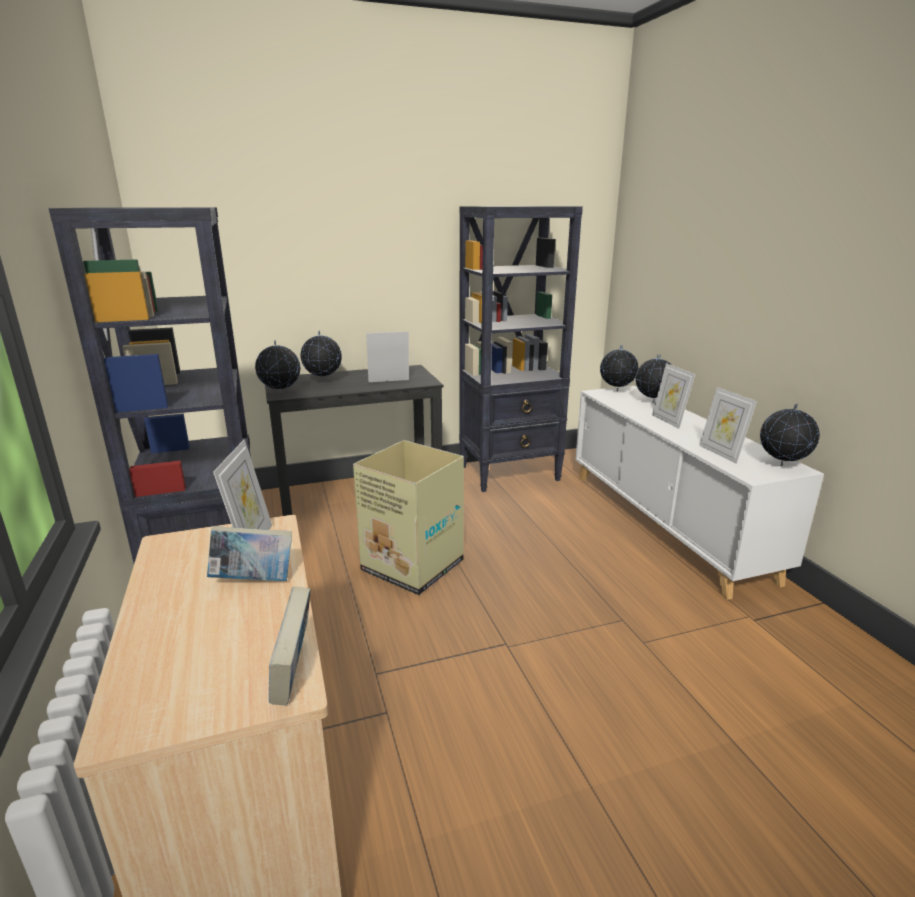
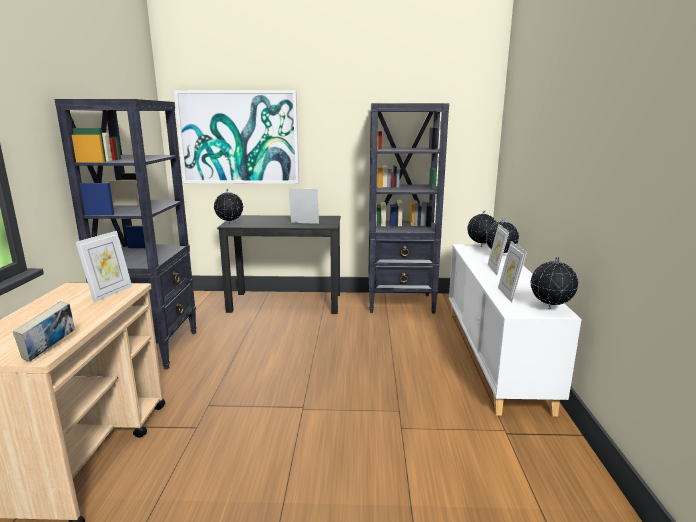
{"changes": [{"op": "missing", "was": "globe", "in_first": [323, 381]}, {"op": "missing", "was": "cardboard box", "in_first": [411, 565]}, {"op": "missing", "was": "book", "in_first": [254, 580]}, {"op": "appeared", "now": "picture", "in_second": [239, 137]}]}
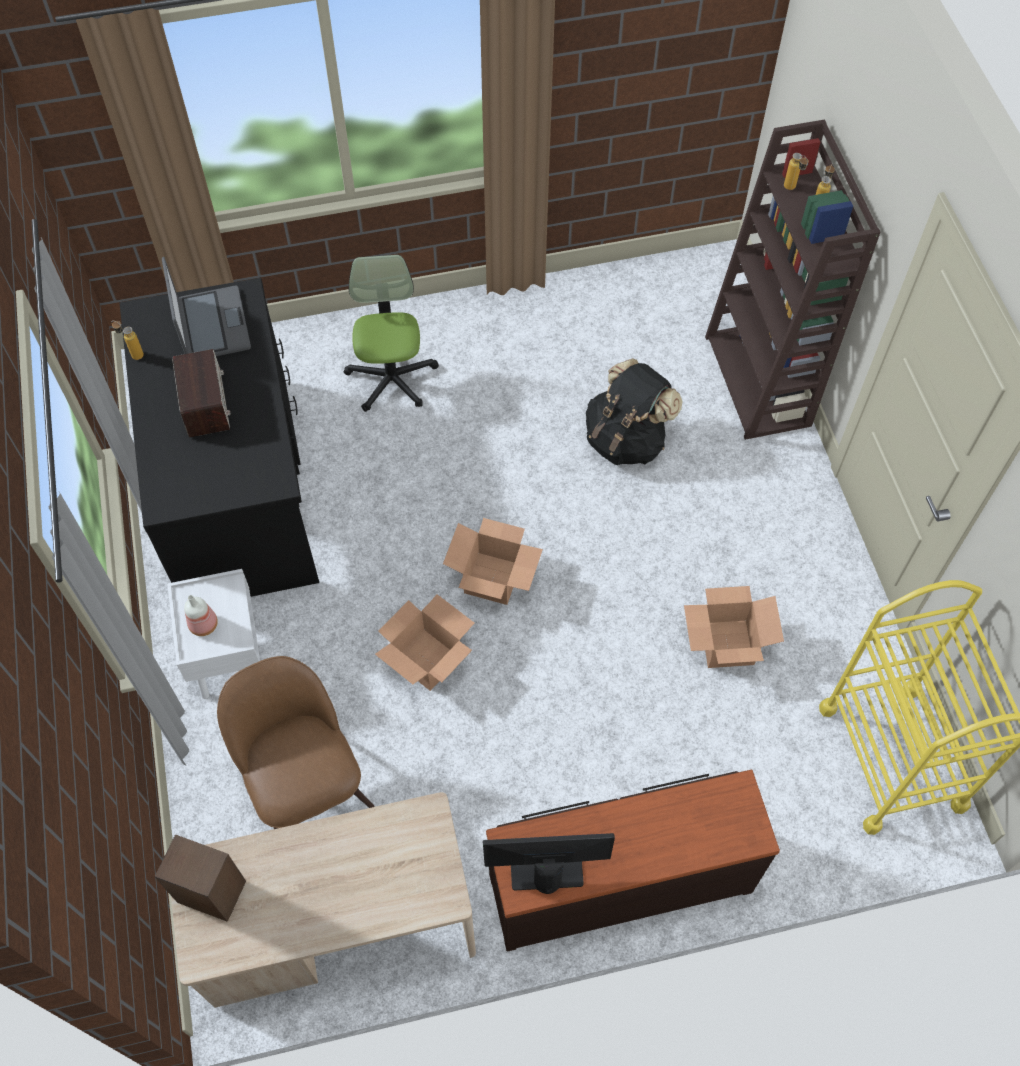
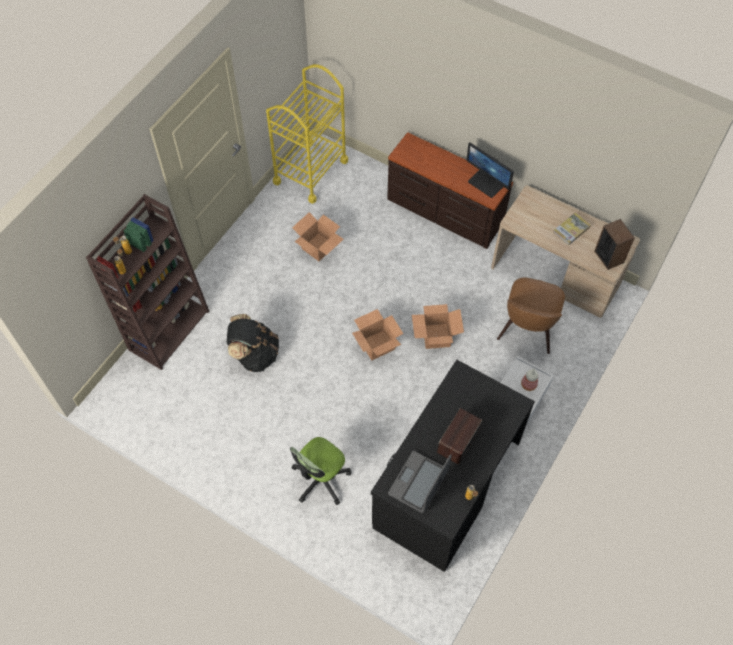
{"changes": [{"op": "appeared", "now": "book", "in_second": [571, 230]}]}
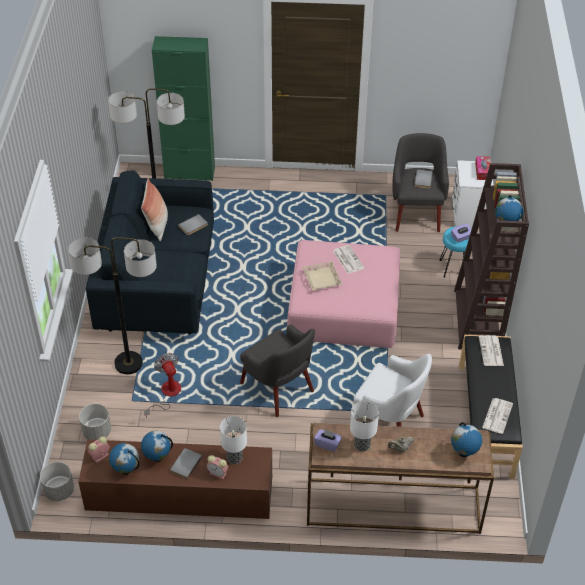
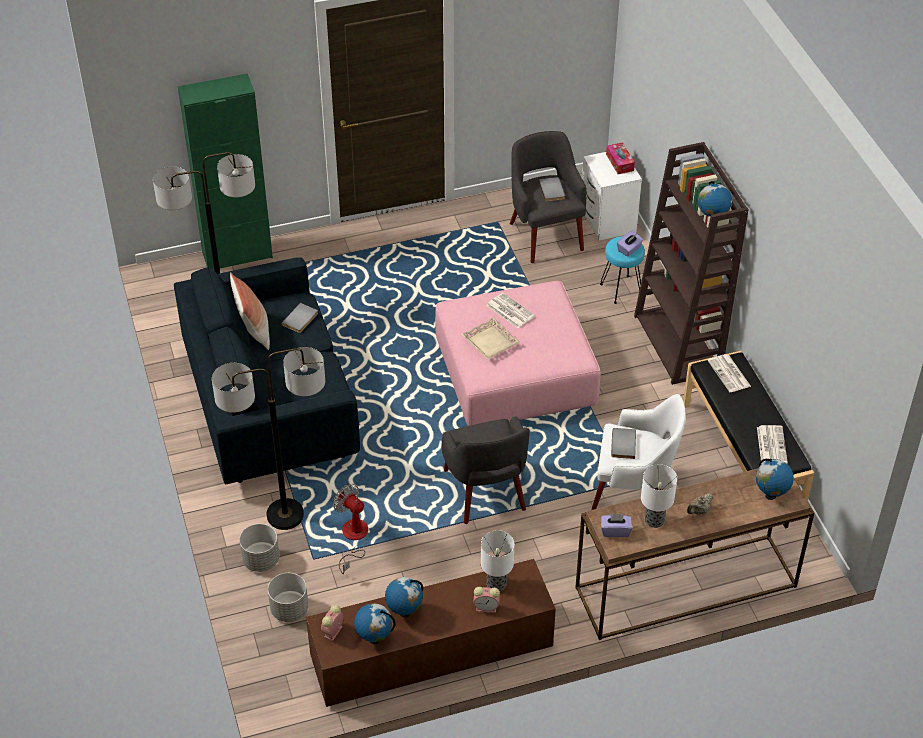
{"changes": [{"op": "spun", "was": "armchair (grey)", "in_first": [278, 388], "in_second": [485, 491], "clockwise": 45}, {"op": "relocated", "was": "book (grey)", "in_first": [185, 464], "in_second": [622, 444]}, {"op": "relocated", "was": "planter (grey)", "in_first": [59, 491], "in_second": [261, 560]}]}
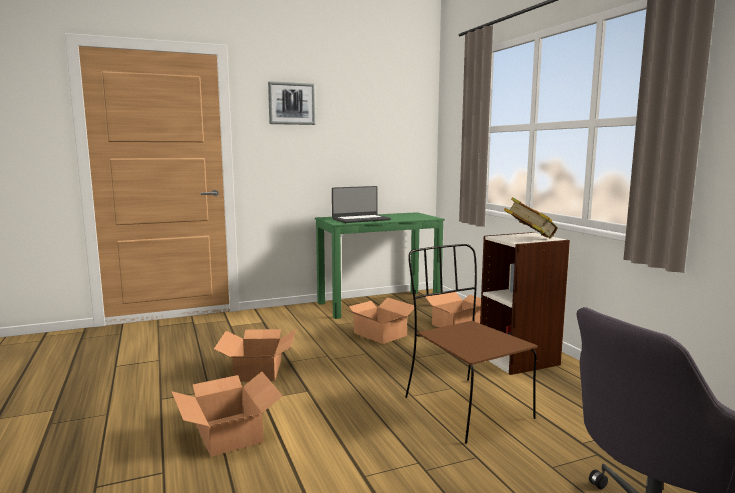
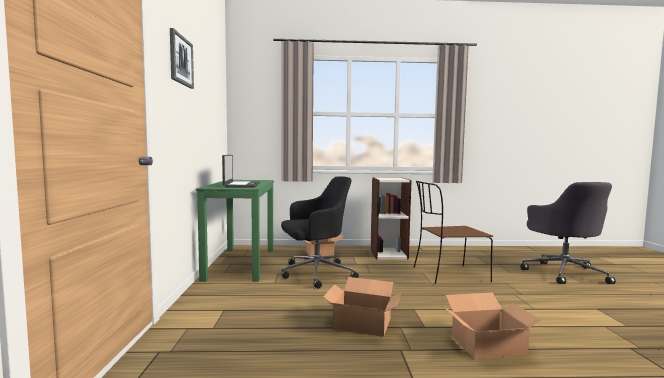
{"changes": [{"op": "missing", "was": "book", "in_first": [529, 238]}, {"op": "exchanged", "was": "cardboard box", "now": "office chair (black)", "in_first": [380, 334], "in_second": [315, 274]}]}
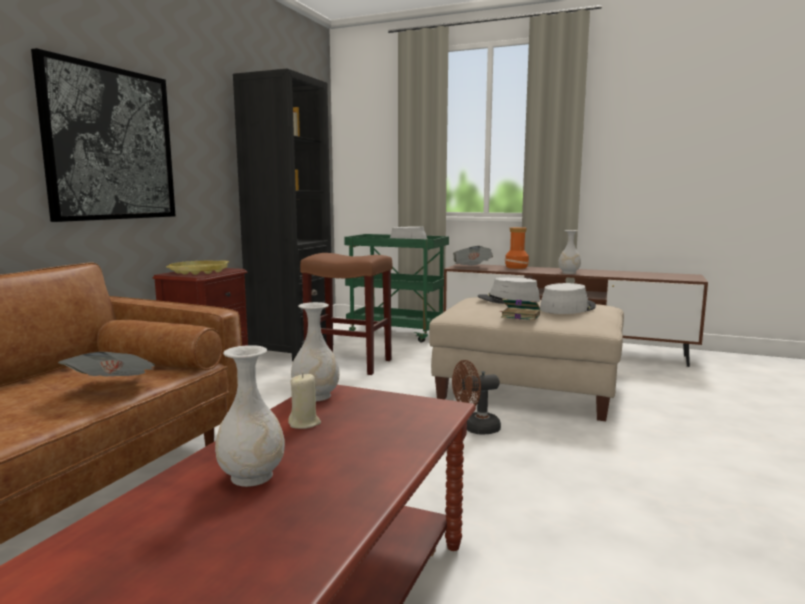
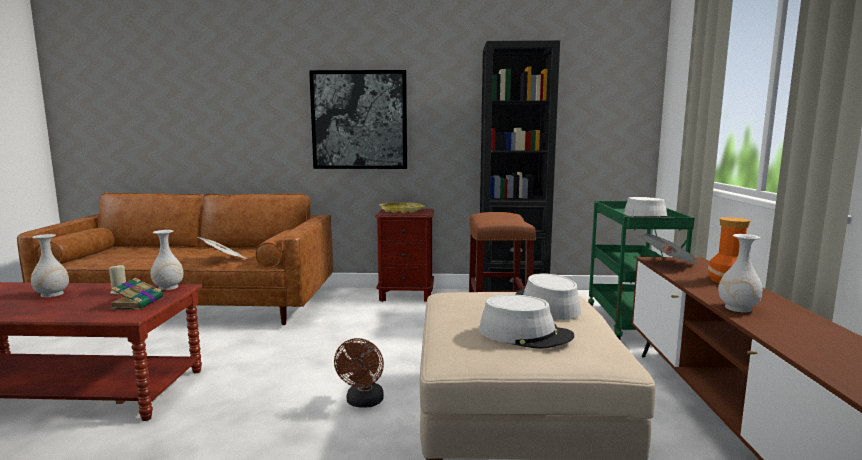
{"changes": [{"op": "relocated", "was": "book", "in_first": [519, 316], "in_second": [138, 303]}, {"op": "spun", "was": "fan (brown)", "in_first": [475, 429], "in_second": [363, 402], "clockwise": -135}]}
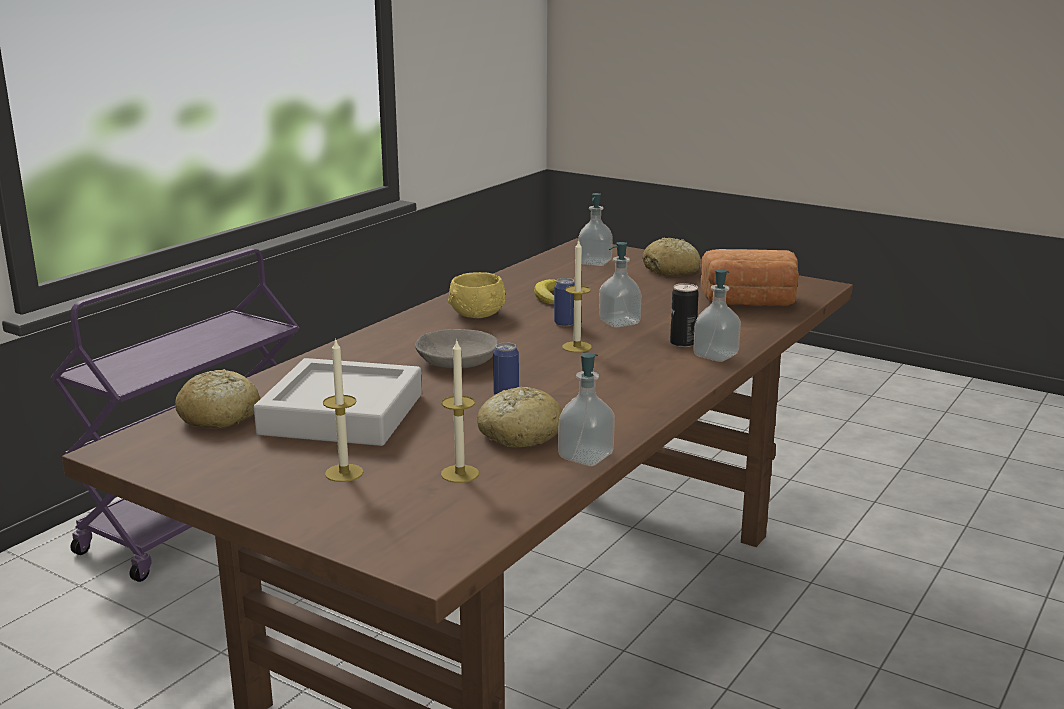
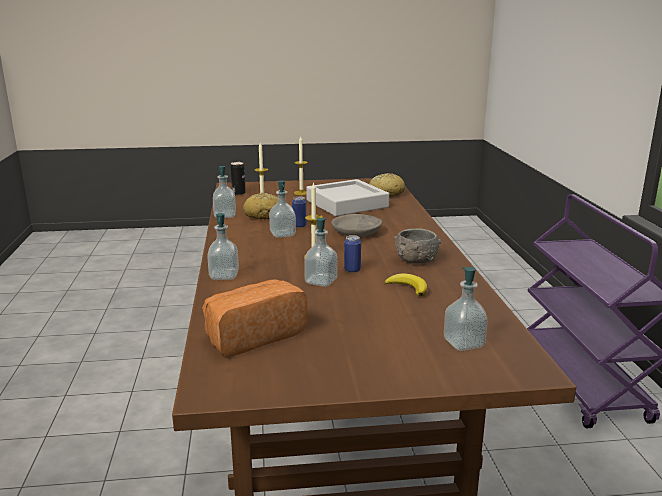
{"changes": [{"op": "missing", "was": "bread", "in_first": [671, 270]}, {"op": "colour", "was": "bowl (yellow)", "now": "bowl (grey)", "in_first": [477, 313], "in_second": [416, 260]}, {"op": "relocated", "was": "can", "in_first": [682, 343], "in_second": [238, 193]}, {"op": "appeared", "now": "soap dispenser", "in_second": [282, 234]}]}
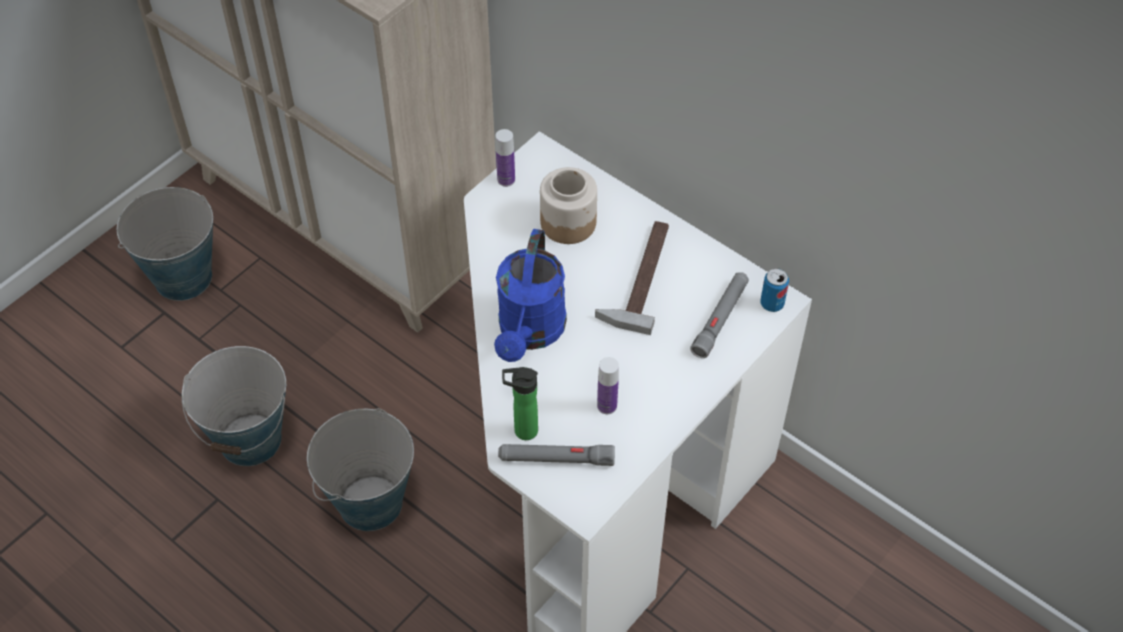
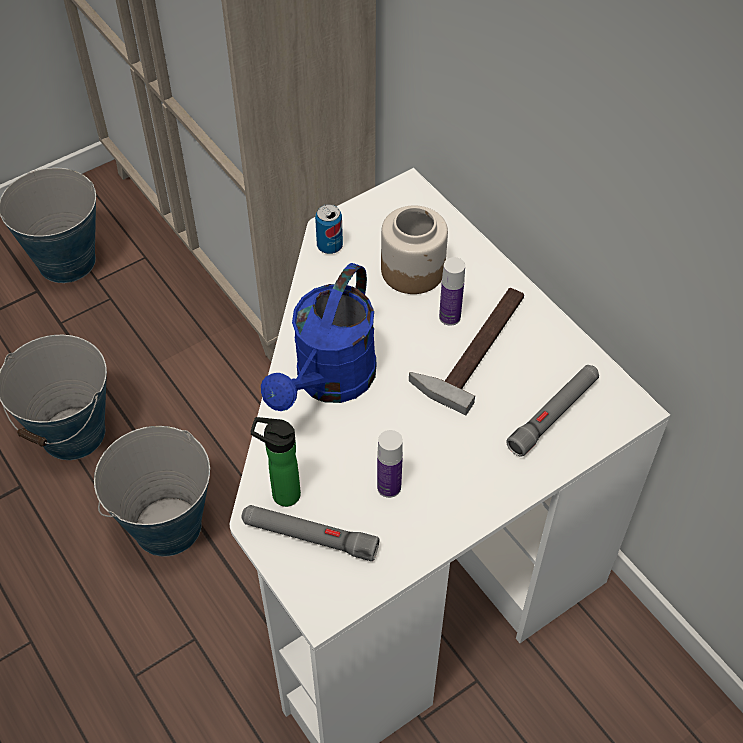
{"changes": [{"op": "relocated", "was": "bottle", "in_first": [506, 180], "in_second": [449, 317]}, {"op": "relocated", "was": "can", "in_first": [772, 304], "in_second": [329, 246]}]}
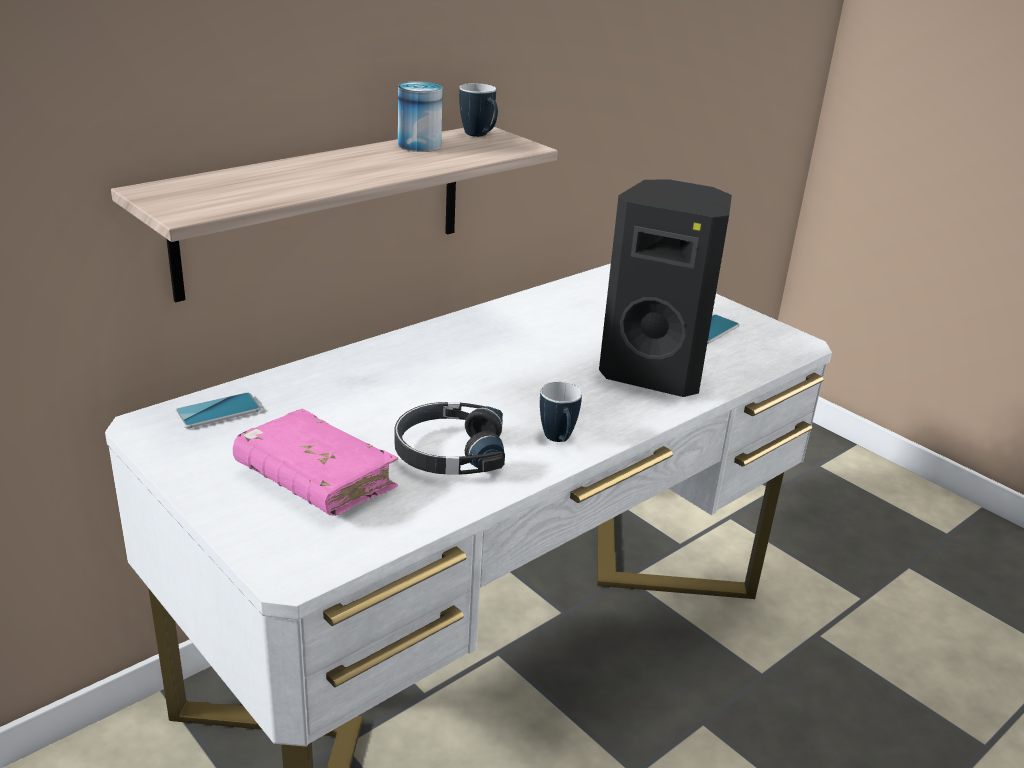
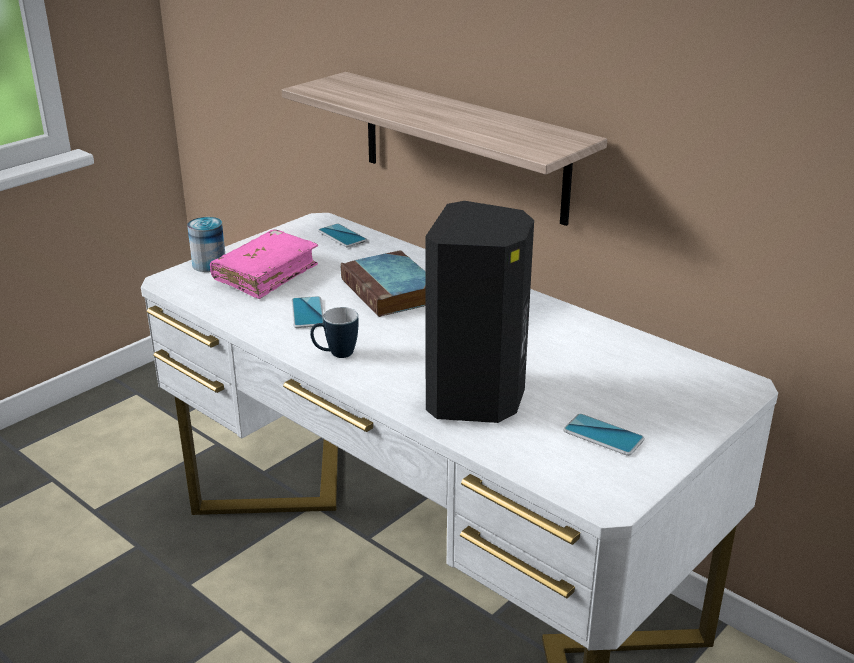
{"changes": [{"op": "relocated", "was": "can", "in_first": [419, 145], "in_second": [209, 264]}, {"op": "missing", "was": "mug", "in_first": [480, 136]}, {"op": "exchanged", "was": "headphones (black)", "now": "phone", "in_first": [448, 452], "in_second": [307, 313]}, {"op": "appeared", "now": "book", "in_second": [391, 291]}]}
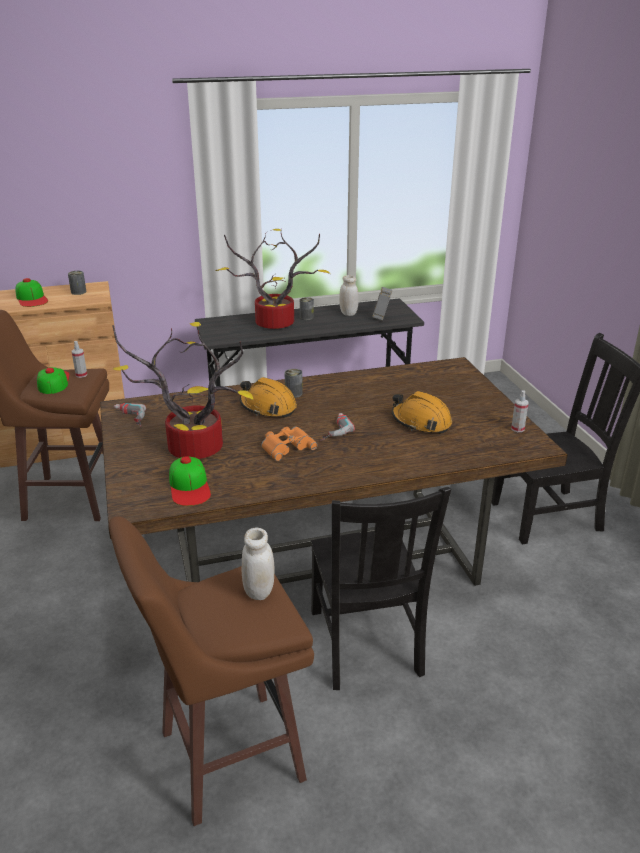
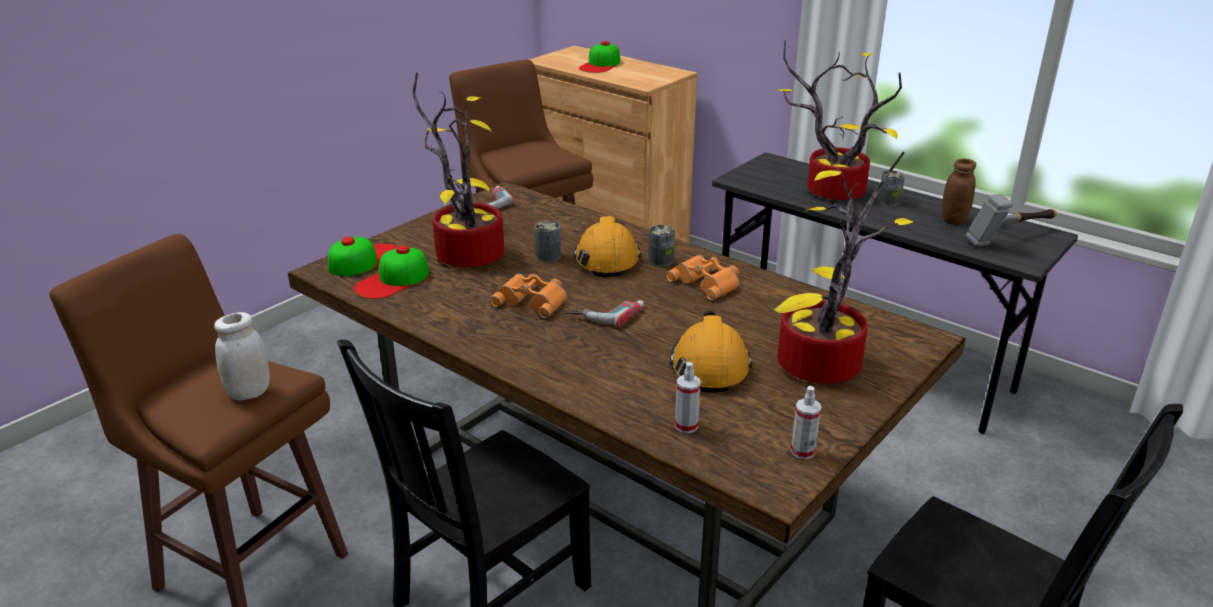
{"changes": [{"op": "relocated", "was": "can", "in_first": [78, 292], "in_second": [548, 256]}, {"op": "colour", "was": "jar (white)", "now": "jar (brown)", "in_first": [348, 313], "in_second": [953, 220]}, {"op": "relocated", "was": "spray bottle", "in_first": [81, 375], "in_second": [686, 426]}, {"op": "relocated", "was": "cap", "in_first": [53, 382], "in_second": [365, 259]}, {"op": "appeared", "now": "potted plant", "in_second": [822, 369]}, {"op": "appeared", "now": "binoculars (orange)", "in_second": [707, 282]}]}
